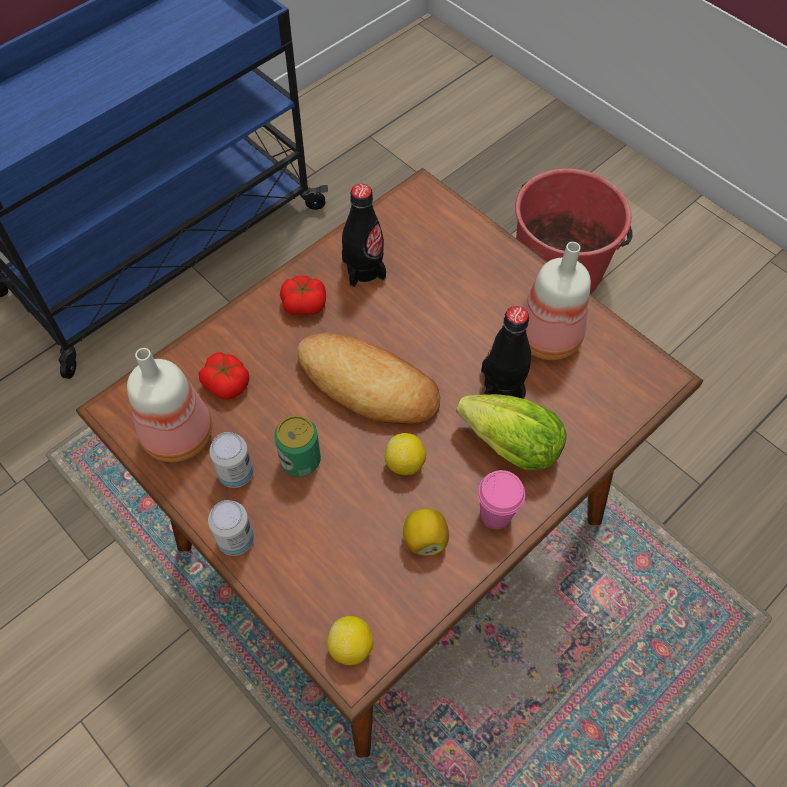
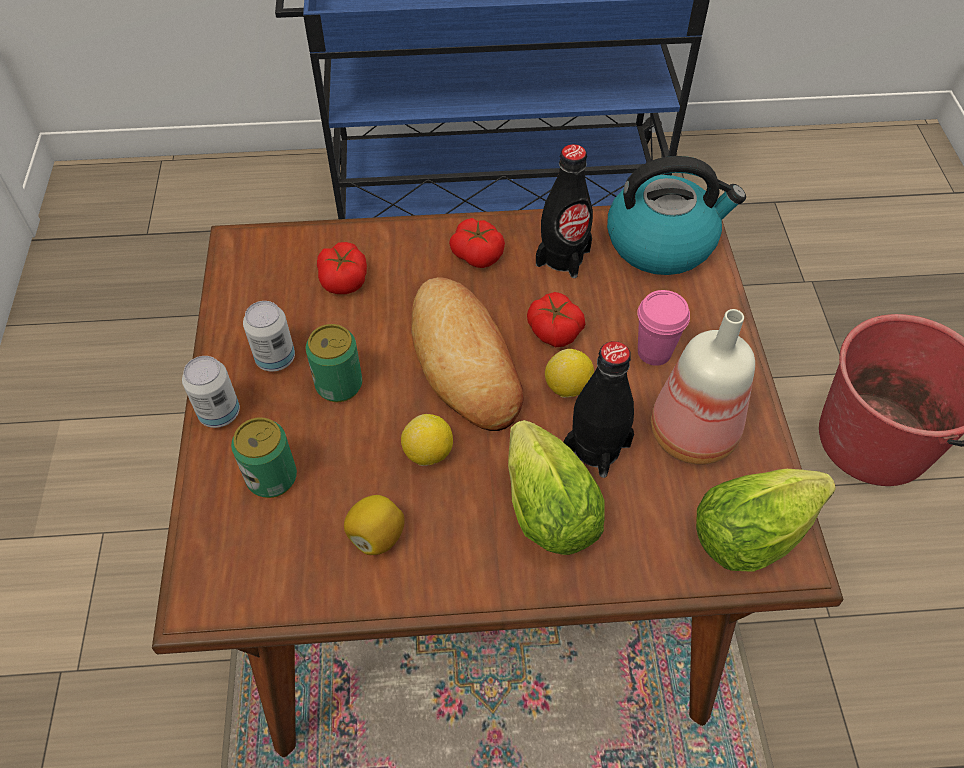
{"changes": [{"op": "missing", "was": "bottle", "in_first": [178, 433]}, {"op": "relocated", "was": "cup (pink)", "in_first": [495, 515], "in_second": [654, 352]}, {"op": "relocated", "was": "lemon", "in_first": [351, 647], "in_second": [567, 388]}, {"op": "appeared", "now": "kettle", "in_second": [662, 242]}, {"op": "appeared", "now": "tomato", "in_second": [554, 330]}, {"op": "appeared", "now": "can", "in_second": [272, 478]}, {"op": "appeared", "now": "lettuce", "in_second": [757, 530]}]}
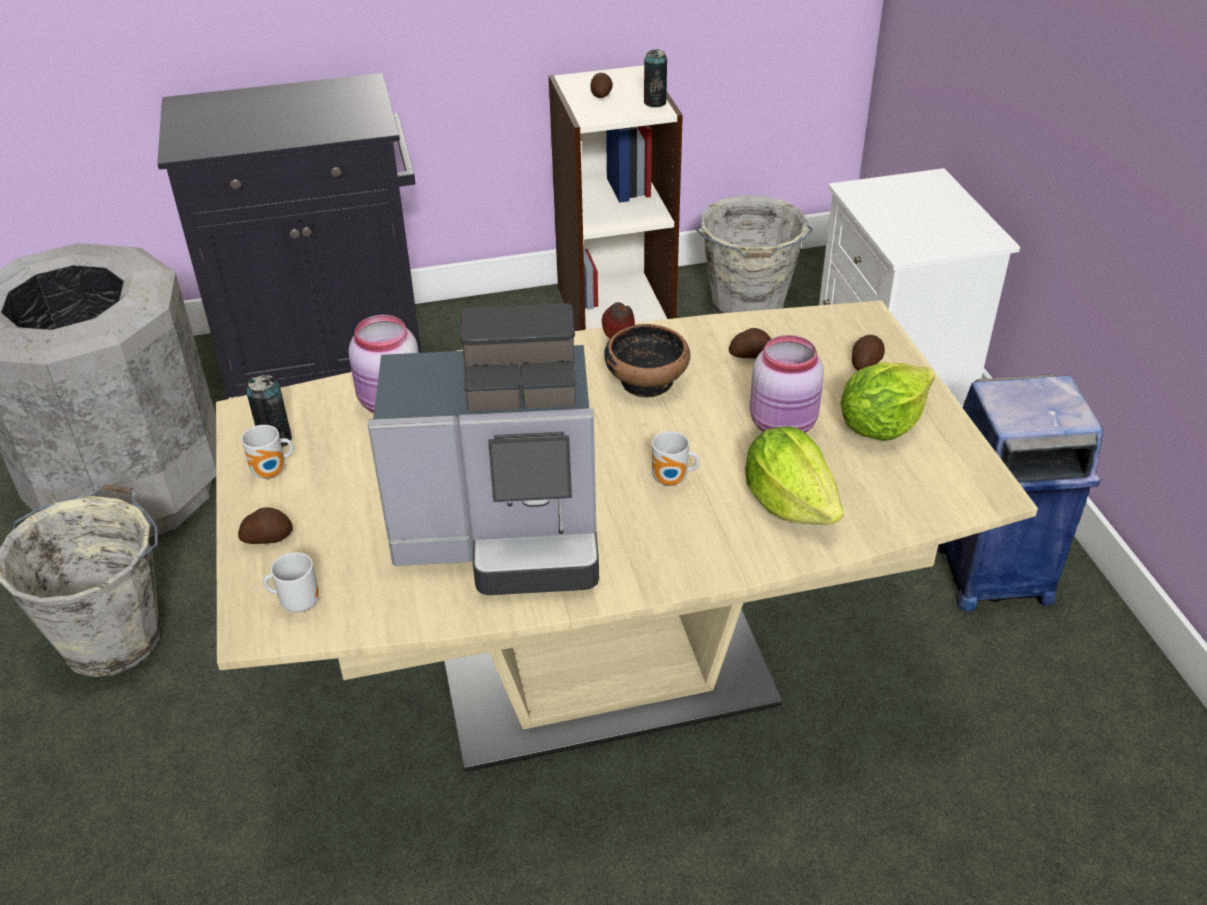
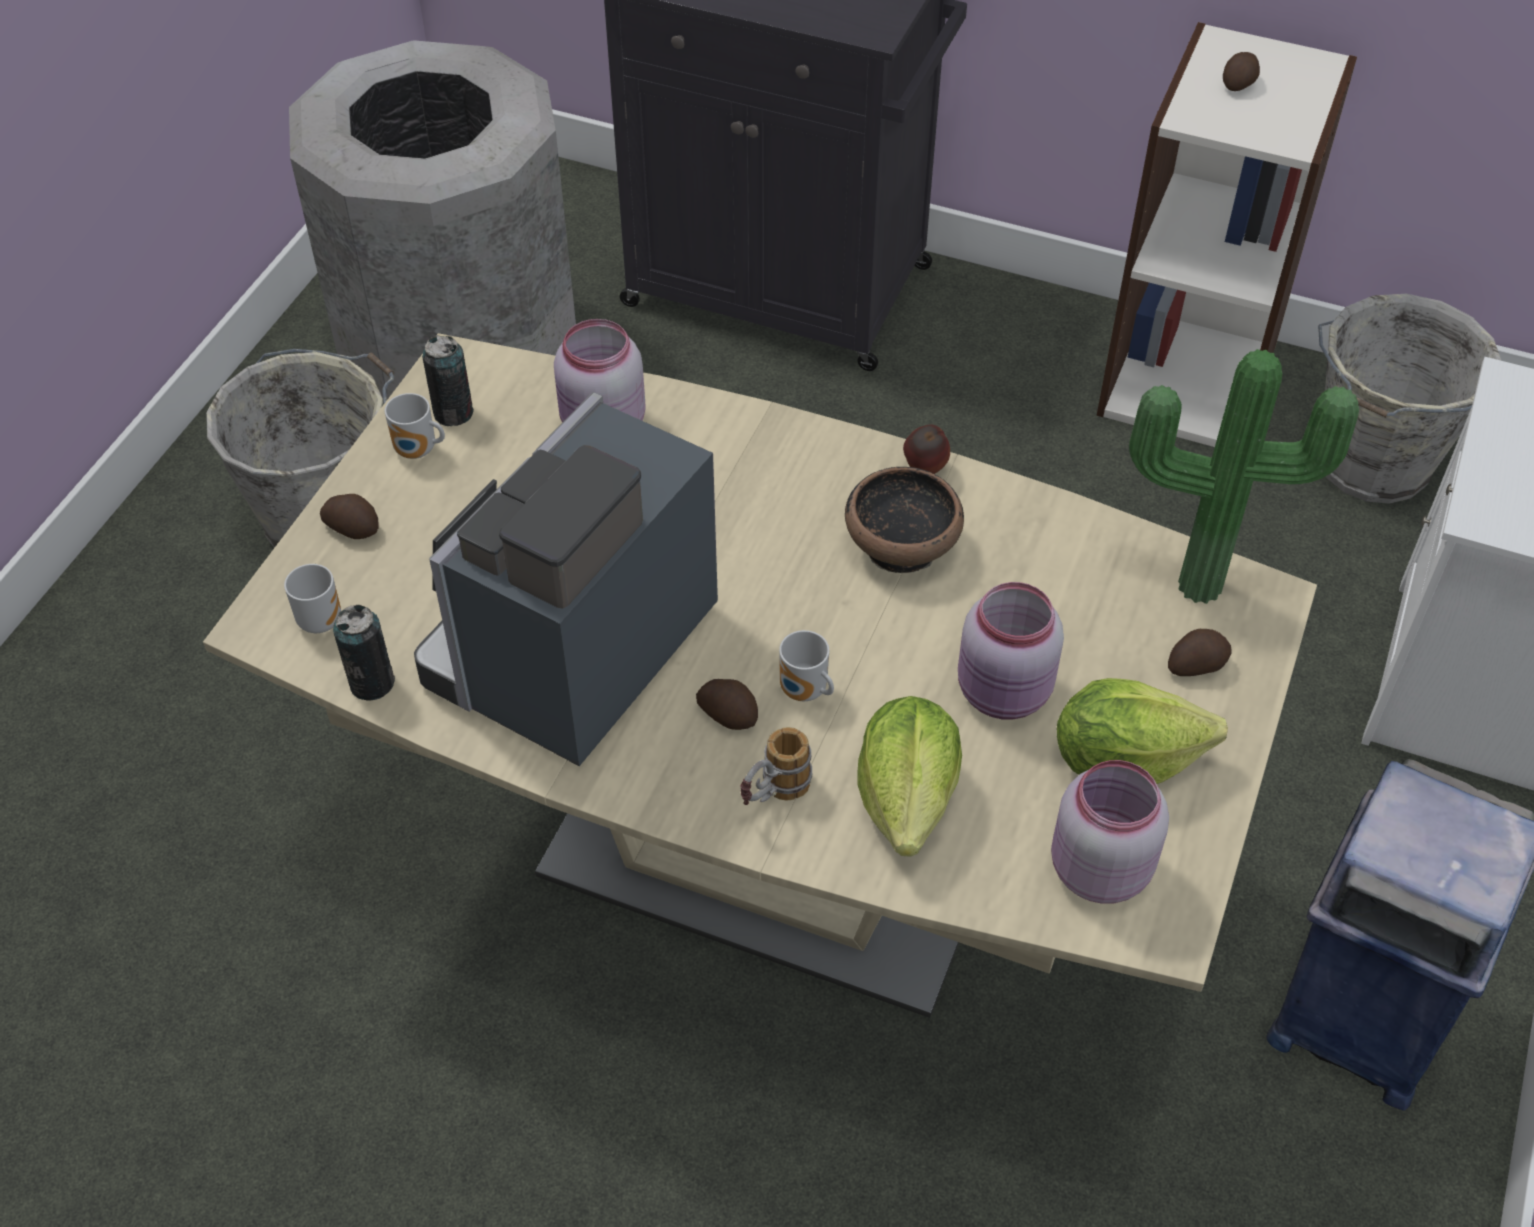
{"changes": [{"op": "relocated", "was": "can", "in_first": [655, 102], "in_second": [371, 683]}, {"op": "spun", "was": "coffee machine", "in_first": [505, 535], "in_second": [571, 657], "clockwise": 90}, {"op": "relocated", "was": "potato", "in_first": [750, 354], "in_second": [728, 714]}, {"op": "appeared", "now": "potted plant", "in_second": [1199, 580]}, {"op": "appeared", "now": "mug", "in_second": [773, 796]}, {"op": "appeared", "now": "jar (pink)", "in_second": [1096, 869]}]}
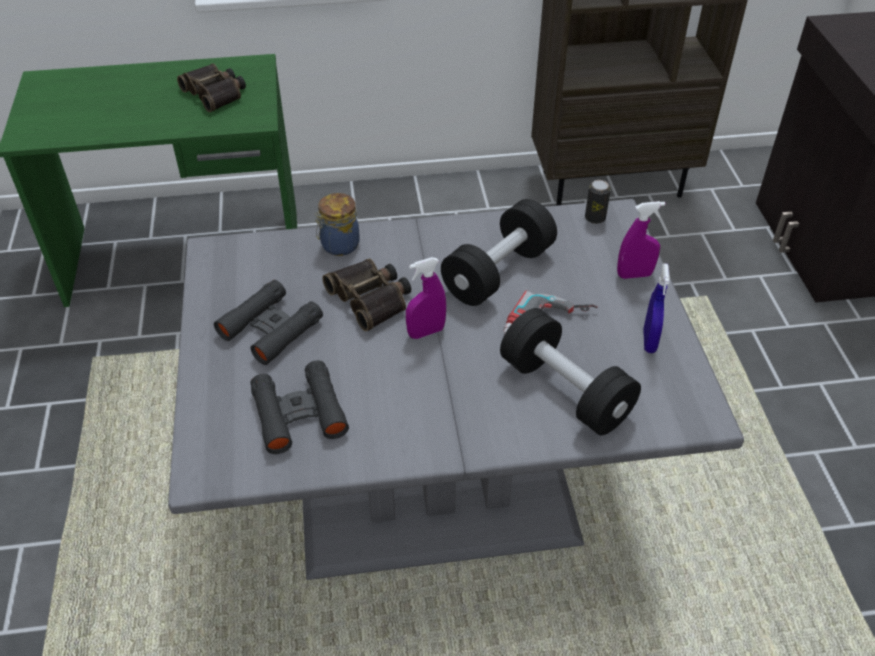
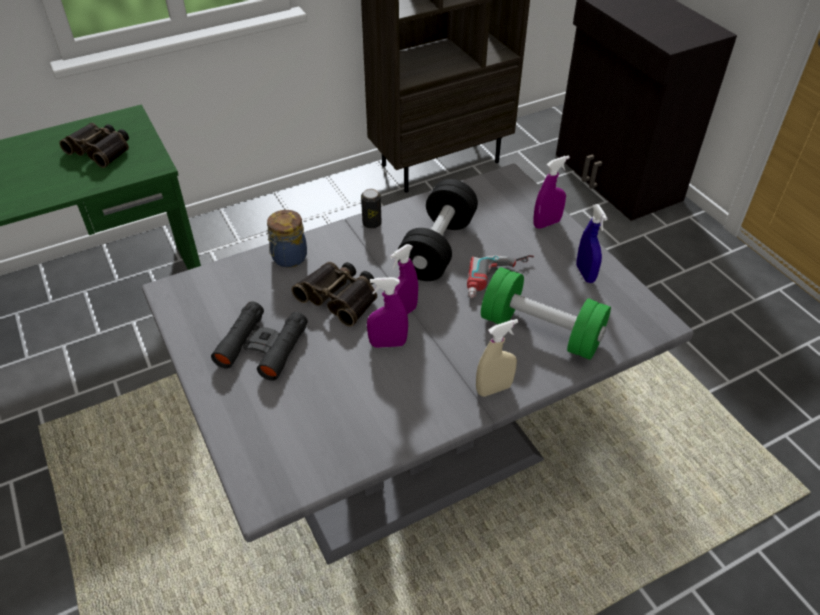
{"changes": [{"op": "relocated", "was": "can", "in_first": [595, 218], "in_second": [372, 223]}, {"op": "colour", "was": "dumbbell (black)", "now": "dumbbell (green)", "in_first": [565, 390], "in_second": [541, 331]}, {"op": "missing", "was": "binoculars (black)", "in_first": [299, 413]}, {"op": "appeared", "now": "spray bottle (purple)", "in_second": [388, 344]}, {"op": "appeared", "now": "spray bottle (beige)", "in_second": [494, 389]}]}
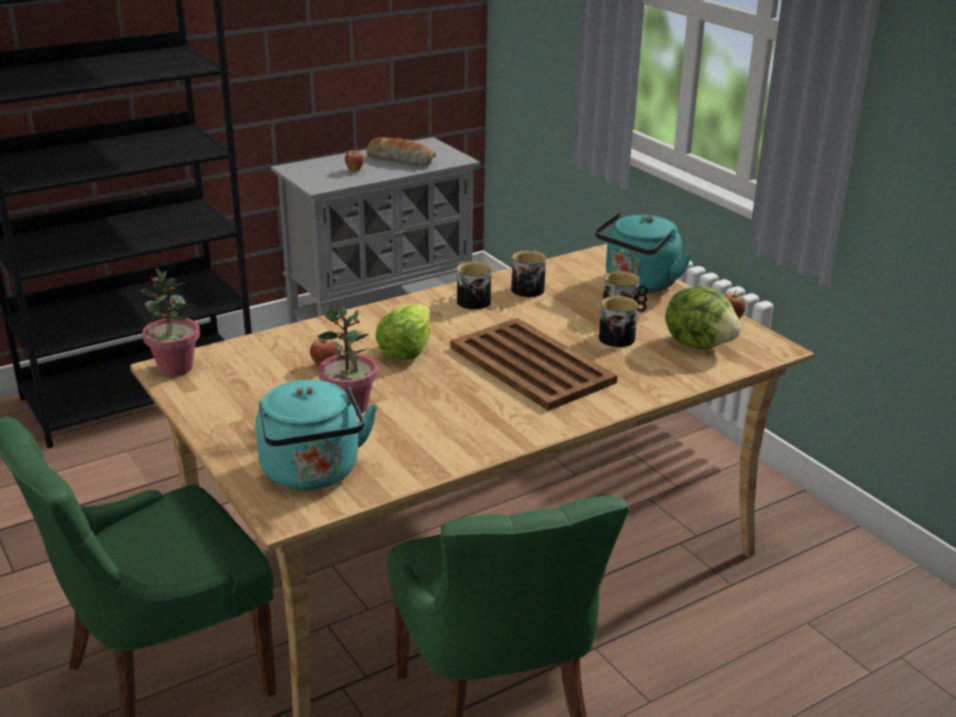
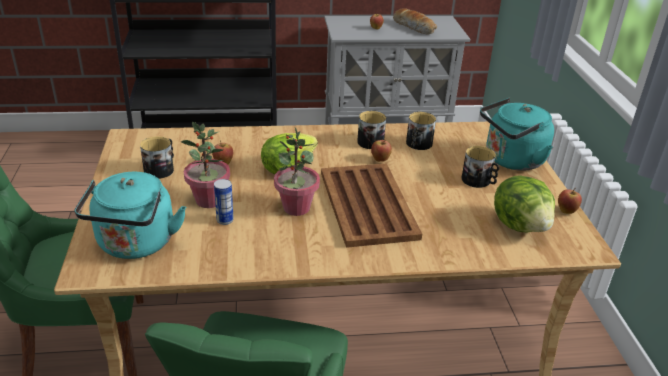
{"changes": [{"op": "relocated", "was": "potted plant", "in_first": [175, 368], "in_second": [296, 208]}, {"op": "relocated", "was": "mug", "in_first": [616, 336], "in_second": [161, 169]}, {"op": "appeared", "now": "apple", "in_second": [380, 160]}, {"op": "appeared", "now": "can", "in_second": [225, 220]}]}
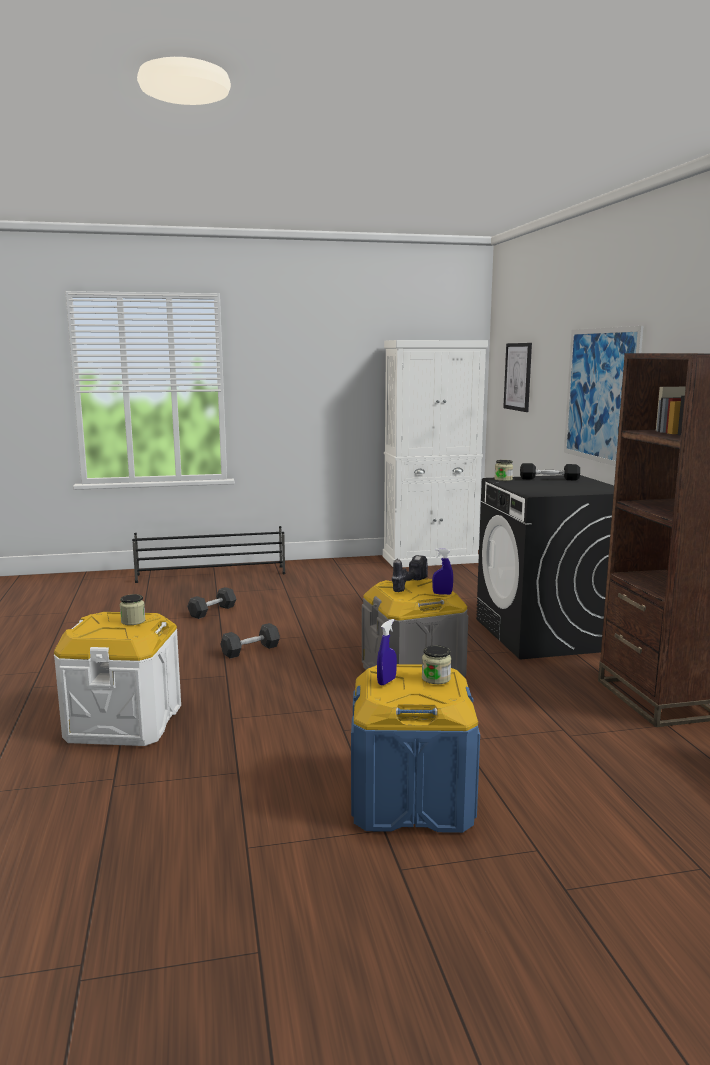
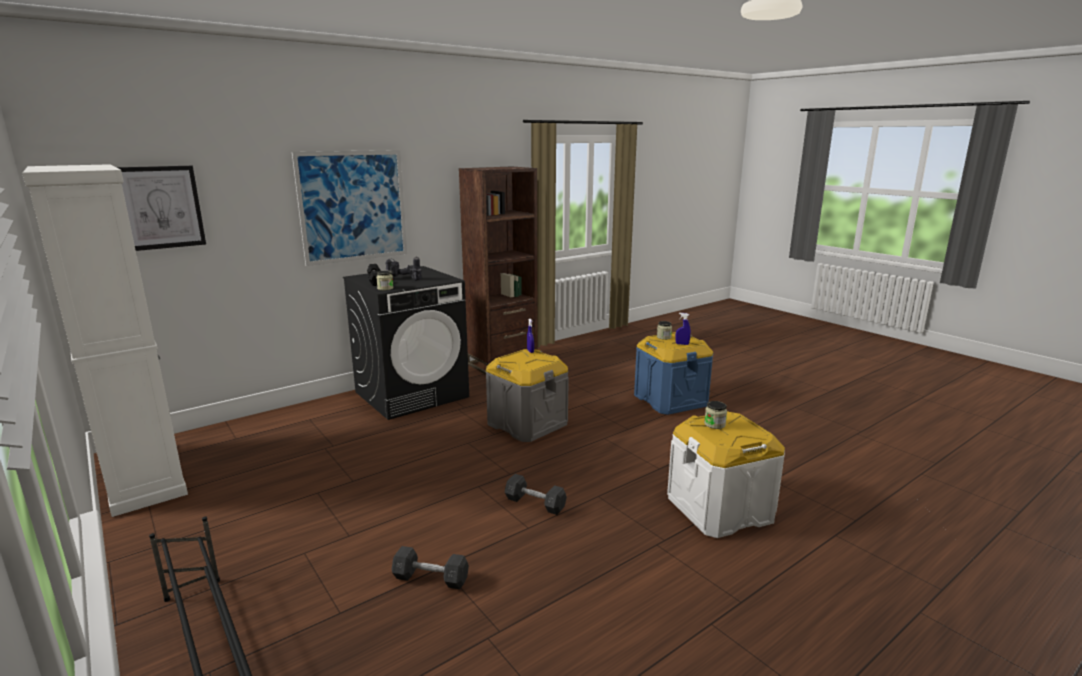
{"changes": [{"op": "relocated", "was": "power drill", "in_first": [408, 585], "in_second": [403, 279]}]}
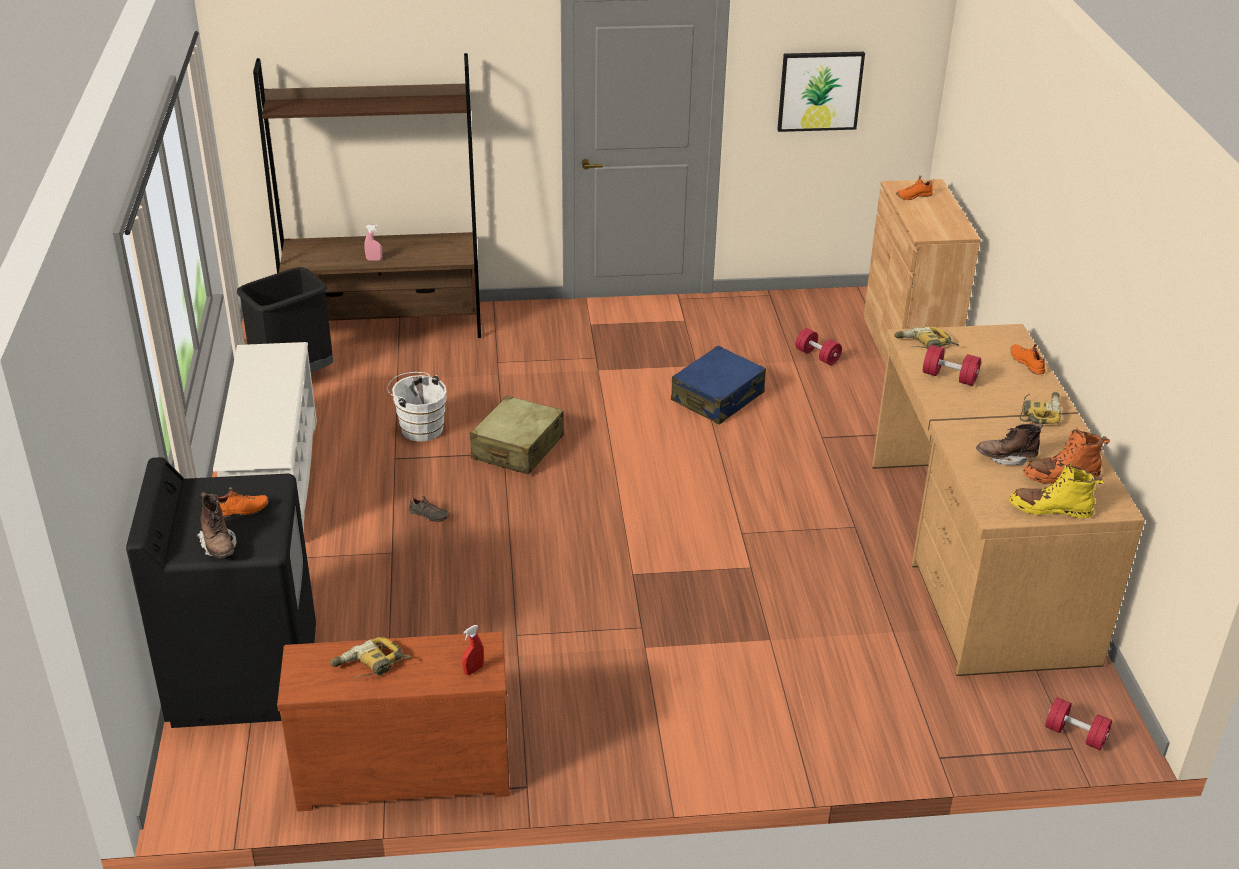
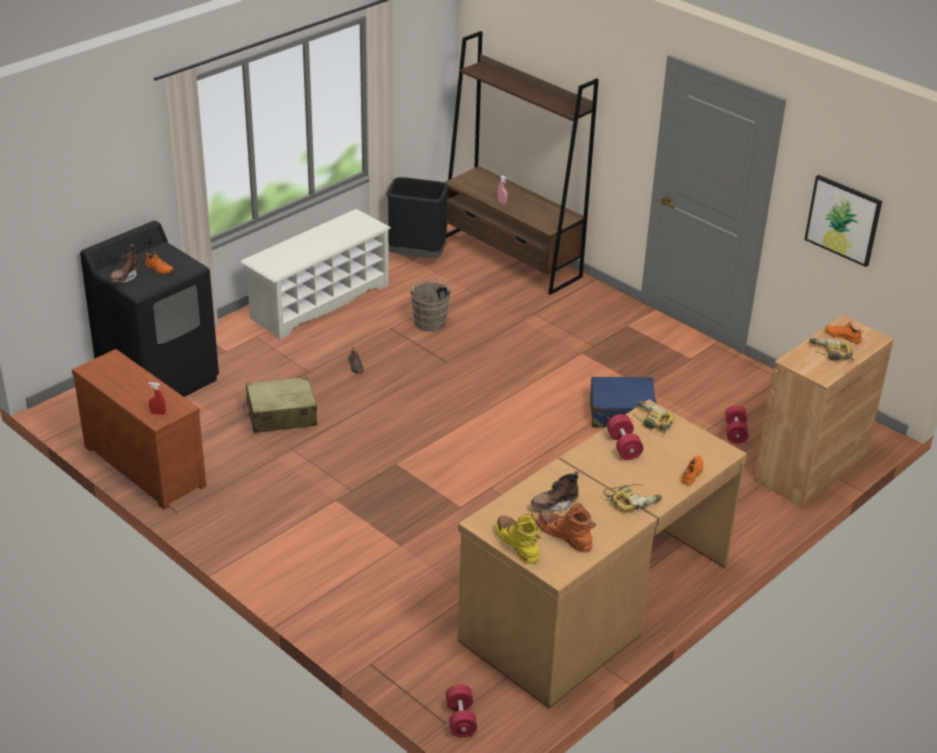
{"changes": [{"op": "colour", "was": "bucket (white)", "now": "bucket (brown)", "in_first": [419, 427], "in_second": [430, 321]}, {"op": "relocated", "was": "suitcase (beige)", "in_first": [517, 448], "in_second": [281, 415]}, {"op": "spun", "was": "boot (brown)", "in_first": [1006, 458], "in_second": [554, 505], "clockwise": -75}, {"op": "relocated", "was": "power drill", "in_first": [370, 666], "in_second": [830, 354]}]}
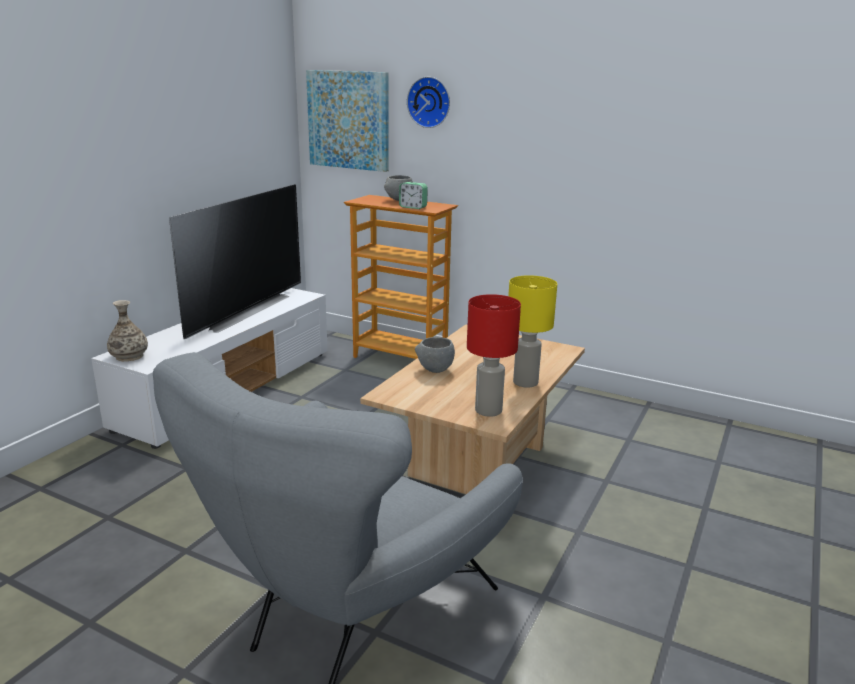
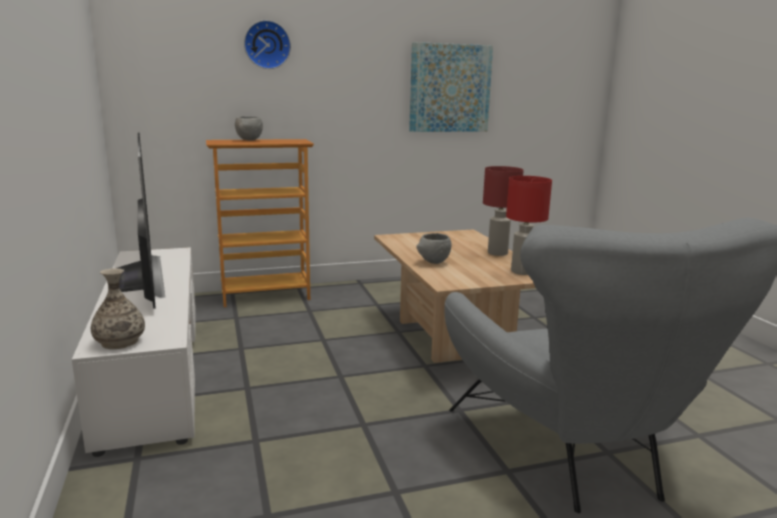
{"changes": [{"op": "relocated", "was": "picture", "in_first": [349, 120], "in_second": [450, 88]}, {"op": "missing", "was": "alarm clock", "in_first": [413, 207]}, {"op": "colour", "was": "table lamp (yellow)", "now": "table lamp (red)", "in_first": [525, 382], "in_second": [497, 253]}]}
